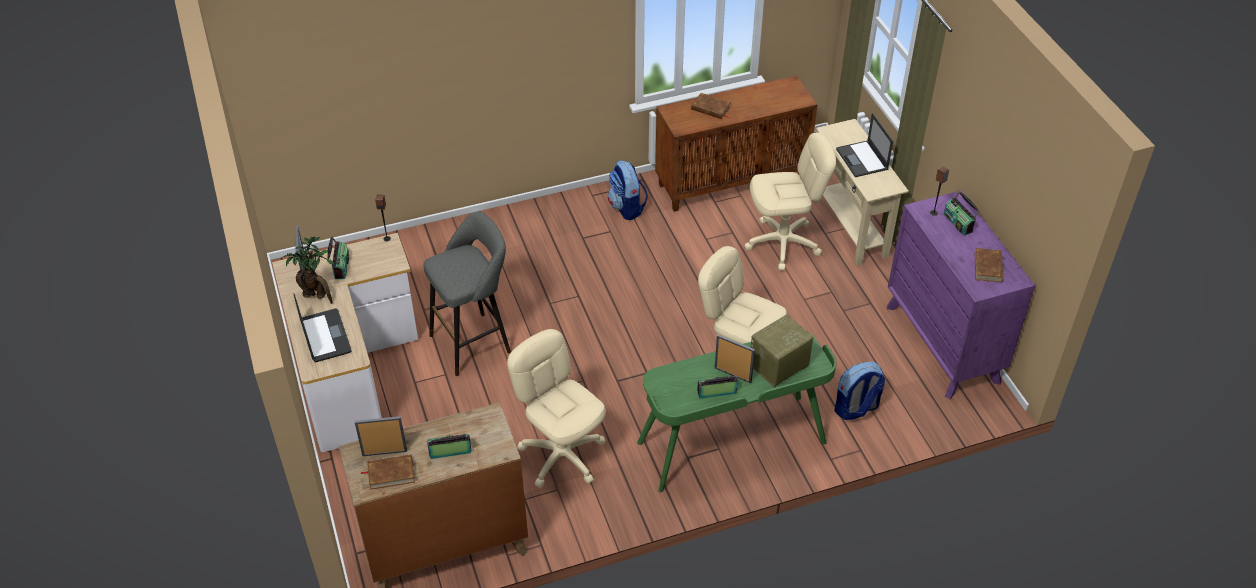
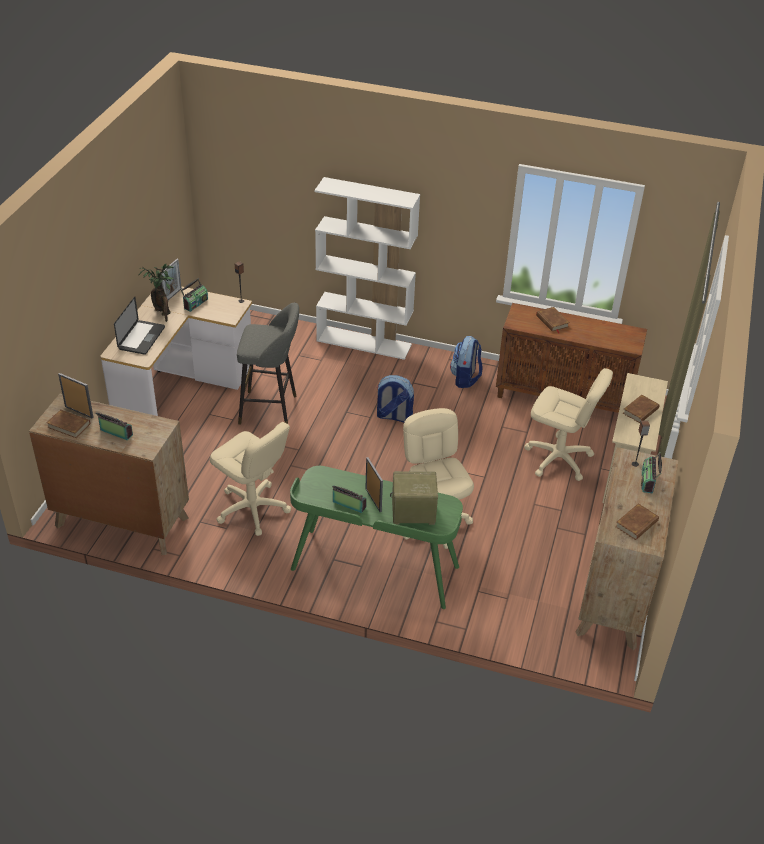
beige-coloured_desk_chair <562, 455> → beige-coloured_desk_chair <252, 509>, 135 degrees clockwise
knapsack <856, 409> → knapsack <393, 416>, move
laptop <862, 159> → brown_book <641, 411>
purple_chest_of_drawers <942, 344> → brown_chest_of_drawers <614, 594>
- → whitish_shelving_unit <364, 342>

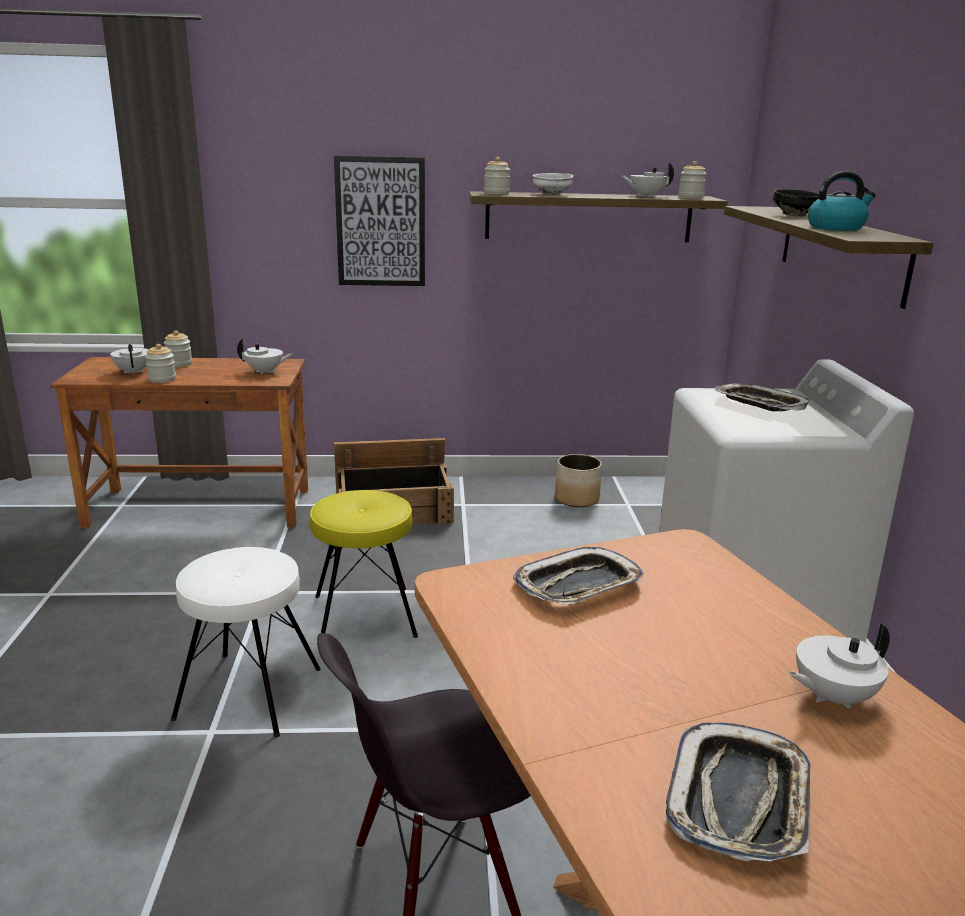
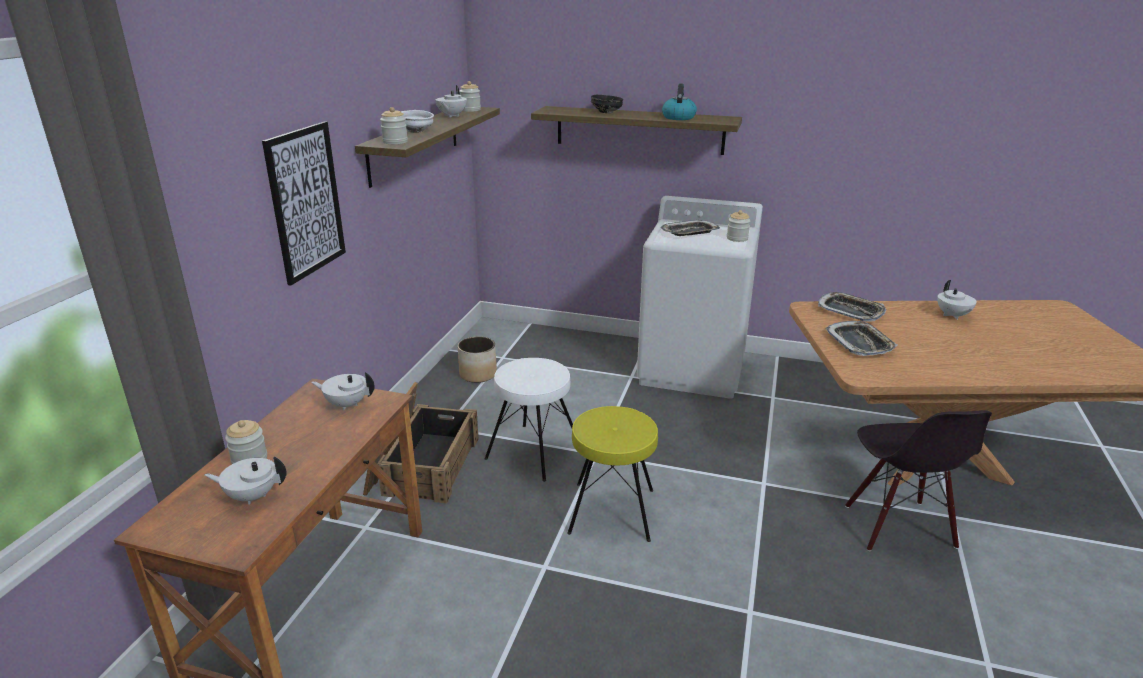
preserve_jar <162, 379> → preserve_jar <737, 238>, move
whitish_sitting_stool <249, 694> → whitish_sitting_stool <534, 451>, move
whitish_teapot <265, 372> → whitish_teapot <346, 404>, 105 degrees counterclockwise
serving_tray <739, 800> → serving_tray <850, 311>, move

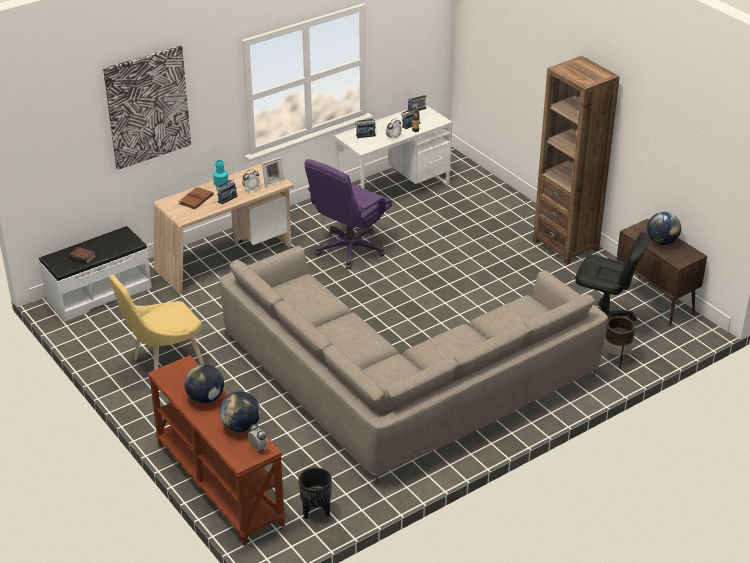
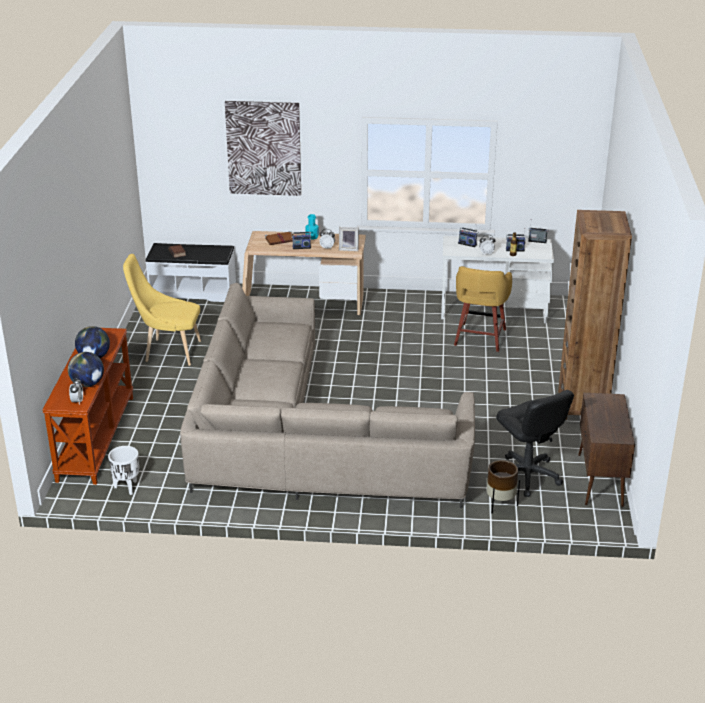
black_planter <315, 512> → whitish_planter <127, 487>
purple_desk_chair <349, 249> → -
world_globe <661, 242> → -
- → yellow_sitting_stool <479, 338>

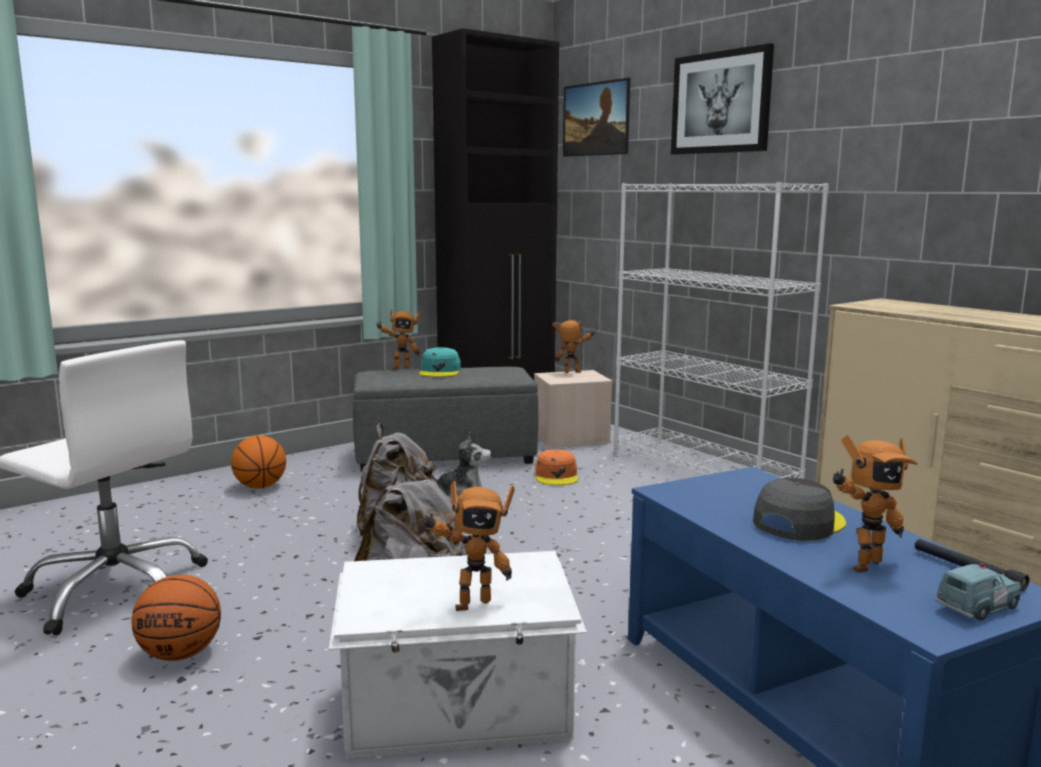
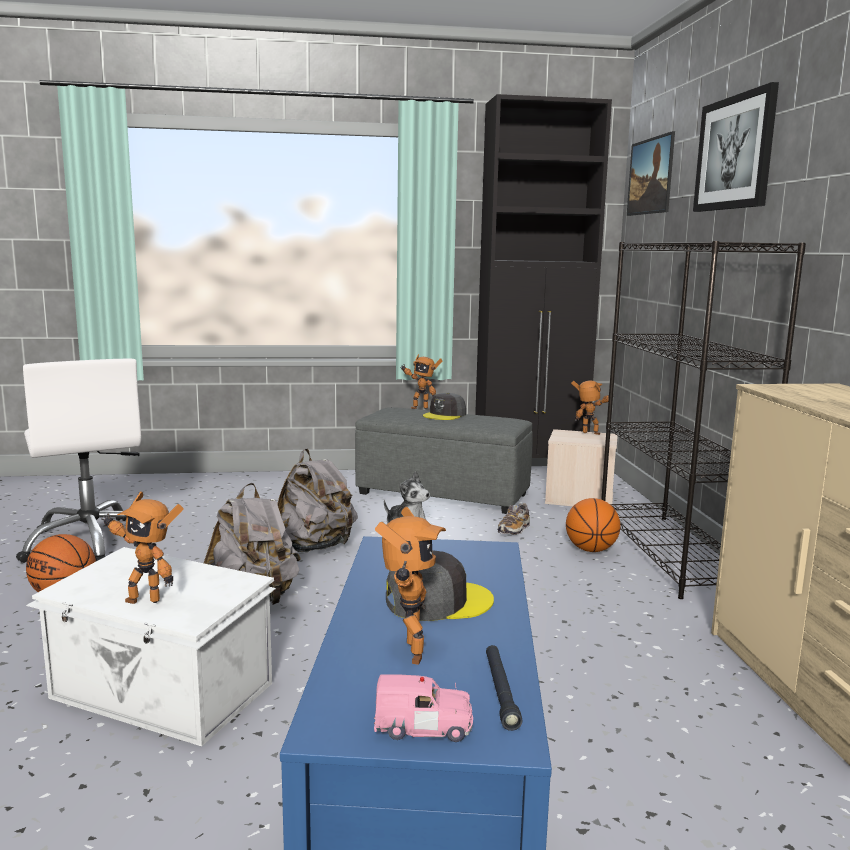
basketball <260, 486> → basketball <591, 550>, move
blue-green_cap <440, 371> → gray_cap <445, 415>
orange-coloured_cap <557, 476> → low_shoe <514, 530>
whitish_shelving_unit <704, 469> → black_shelving_unit <672, 554>
toy_robot <861, 564> → toy_robot <407, 653>, 90 degrees counterclockwise
blue_miniature_car <978, 607> → pink-coloured_miniature_car <424, 728>

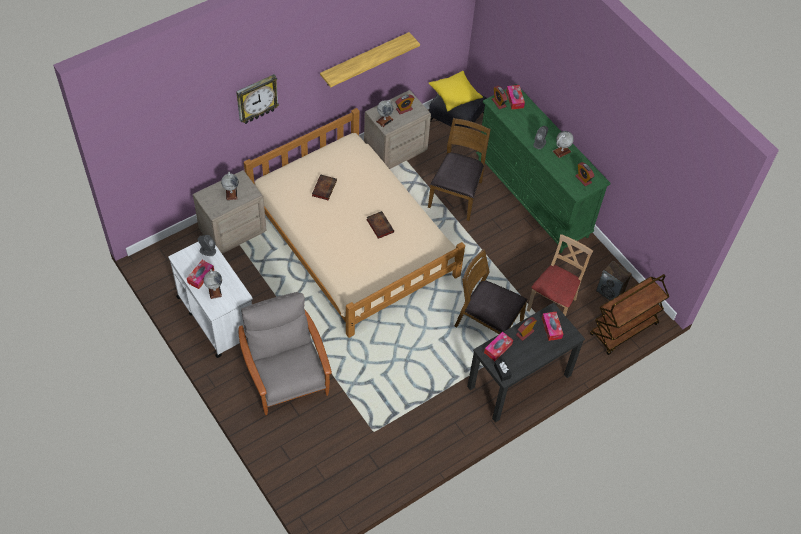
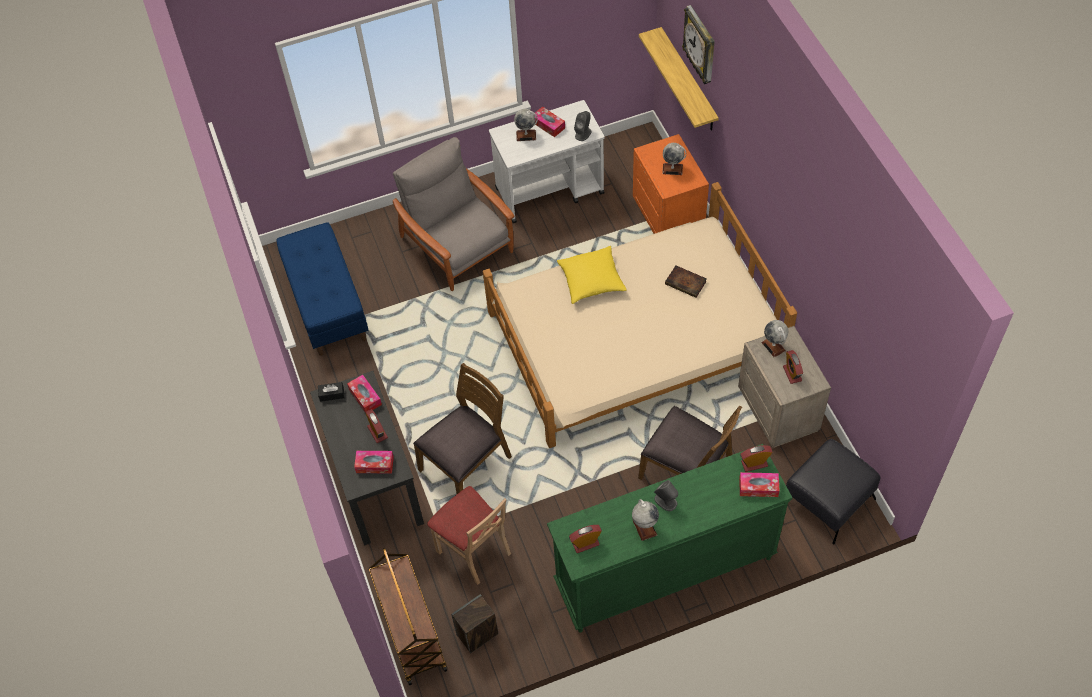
beige-coloured_night_table <232, 231> → orange-coloured_night_table <669, 216>
clock_on_the_wall <256, 99> → clock_on_the_wall <701, 46>, move
gray_lounge_chair <285, 374> → gray_lounge_chair <457, 245>, 120 degrees counterclockwise
bracket_shelf <365, 59> → bracket_shelf <688, 81>, move
book <379, 225> → -
yellow_cushion <454, 95> → yellow_cushion <591, 281>, move
- → blue_long_seat <327, 305>

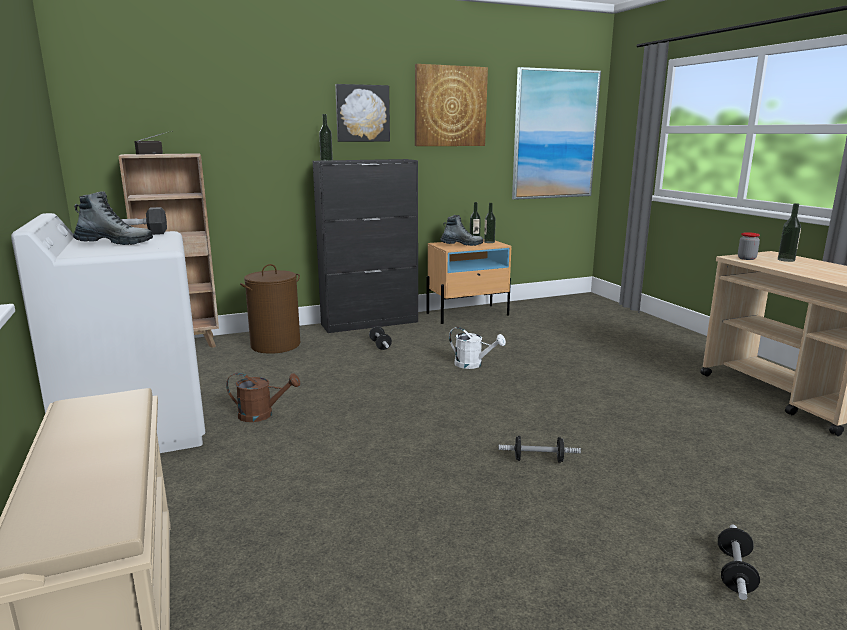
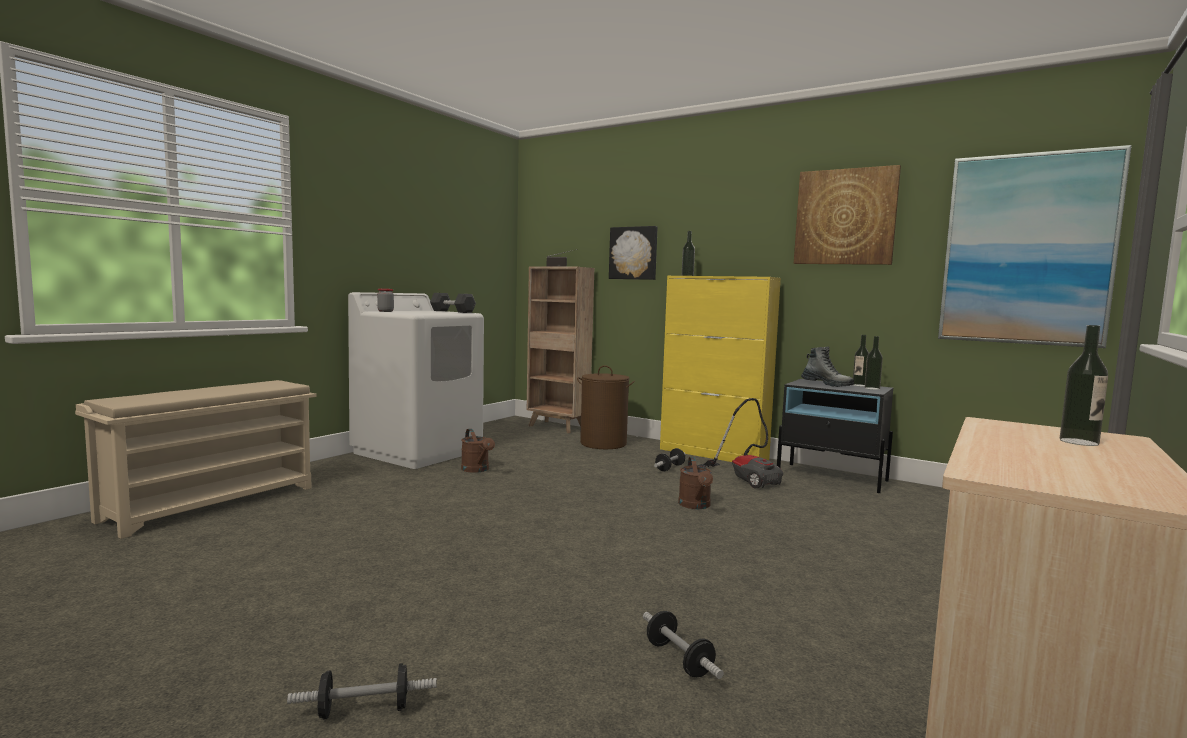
tall_boot <115, 243> → -
black_cabinet <370, 323> → yellow_cabinet <713, 454>
wall_picture <362, 113> → wall_picture <633, 253>, move
beige-coloured_night_table <468, 314> → black_night_table <832, 478>
whitish_sprinkling_can <473, 365> → brown_sprinkling_can <696, 506>
free_weight <538, 460> → free_weight <679, 659>, move
preserve_jar <746, 258> → preserve_jar <385, 311>, move
- → hoover <745, 478>

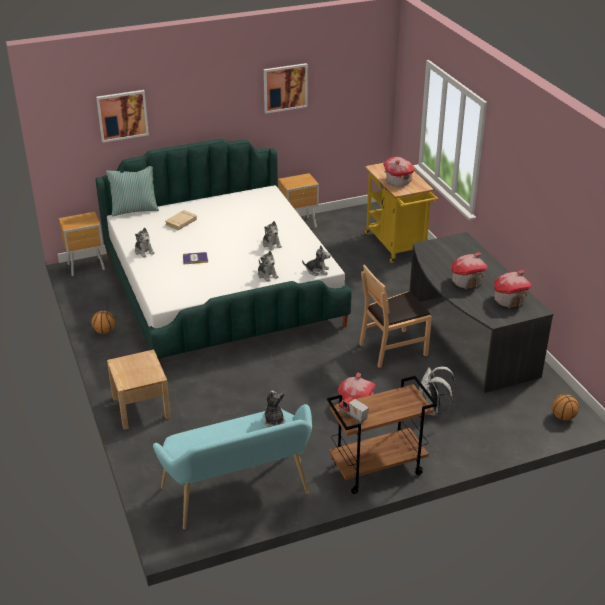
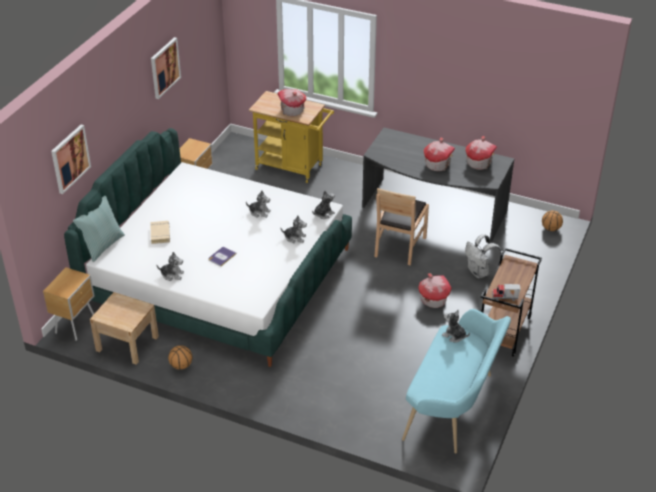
beige-coloured_night_table <141, 407> → beige-coloured_night_table <127, 343>, move

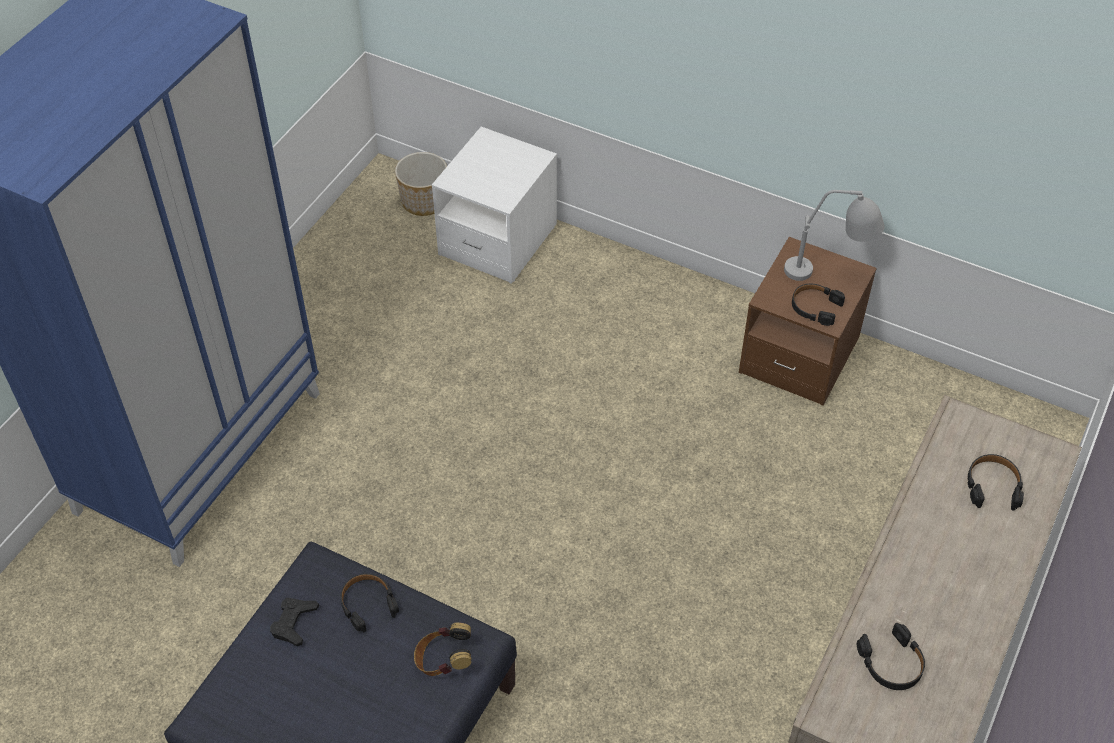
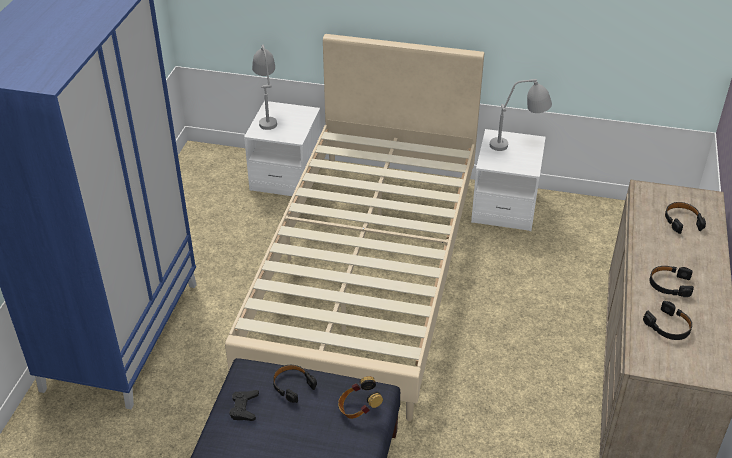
planter <424, 201> → -
brown_night_table <799, 355> → whitish_night_table <504, 207>
black_pair_of_headphones <815, 307> → black_pair_of_headphones <669, 285>, move
- → beige-coloured_bed <366, 273>
- → gray_table_lamp <267, 113>

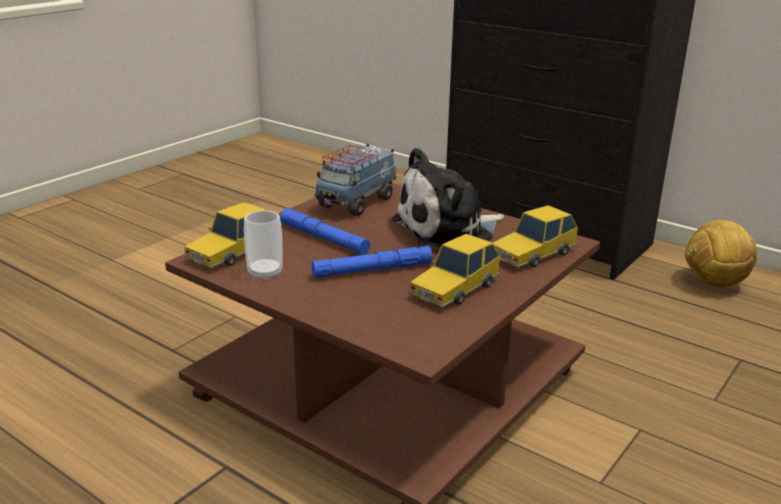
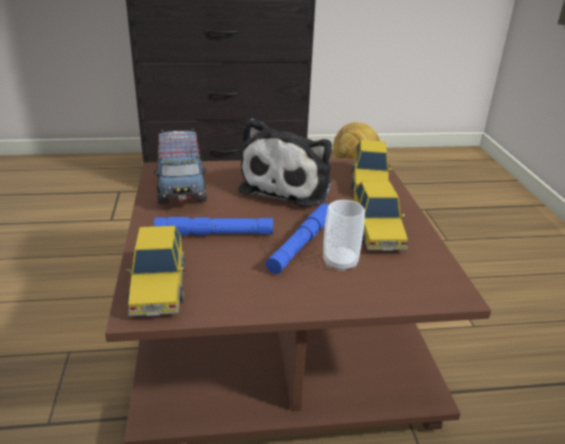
drinking_cup <265, 273> → drinking_cup <340, 262>, move

